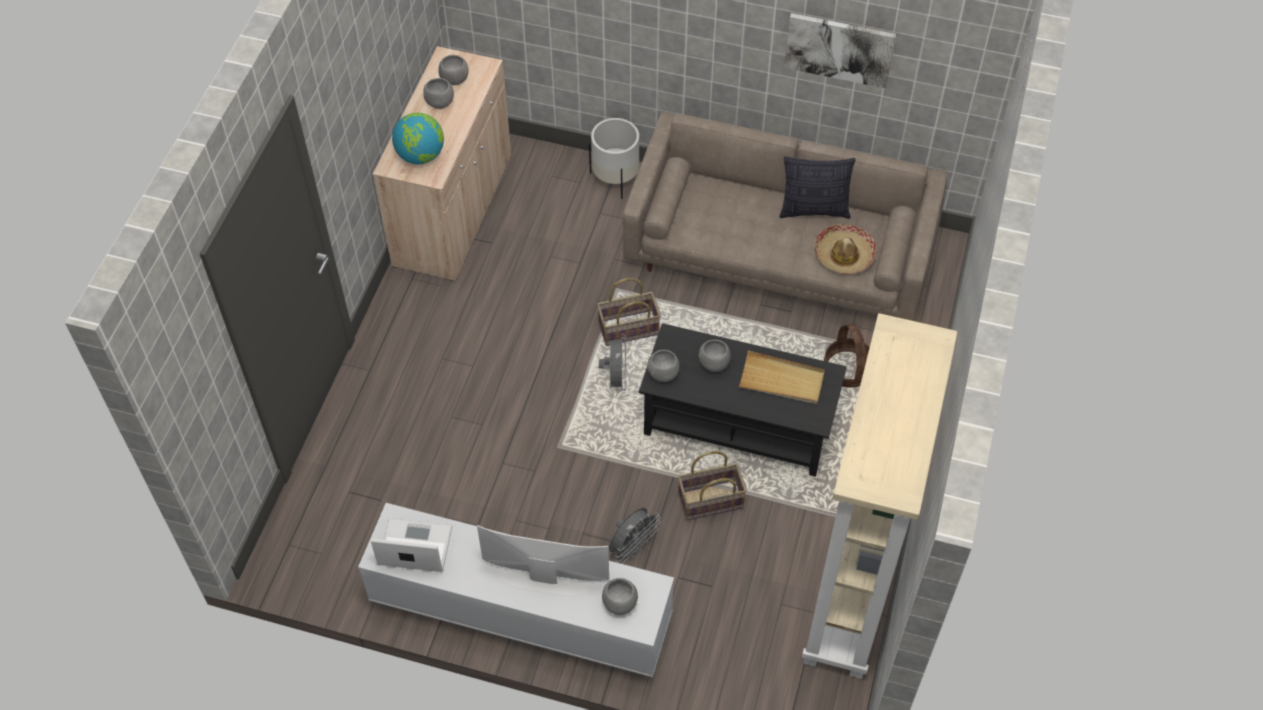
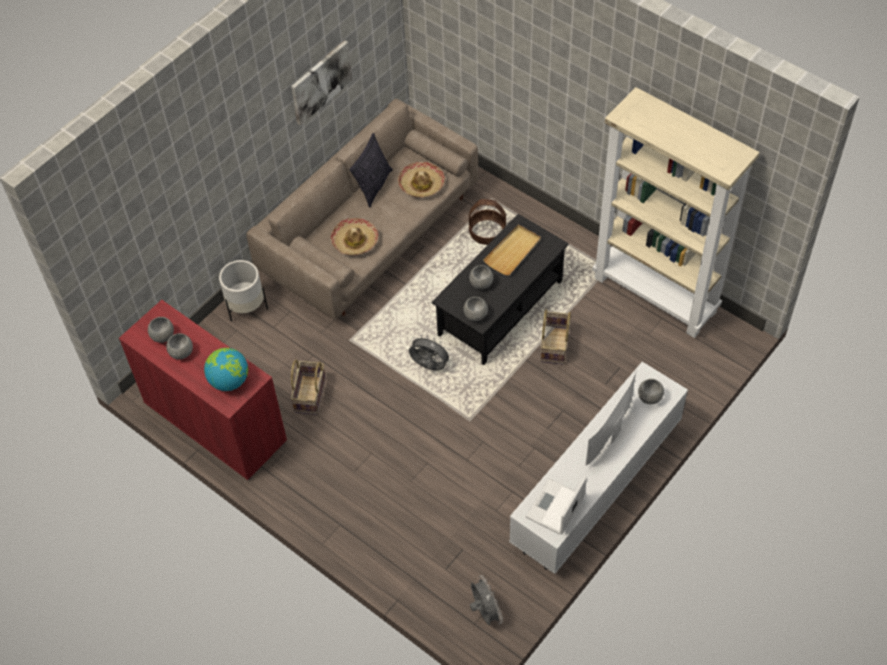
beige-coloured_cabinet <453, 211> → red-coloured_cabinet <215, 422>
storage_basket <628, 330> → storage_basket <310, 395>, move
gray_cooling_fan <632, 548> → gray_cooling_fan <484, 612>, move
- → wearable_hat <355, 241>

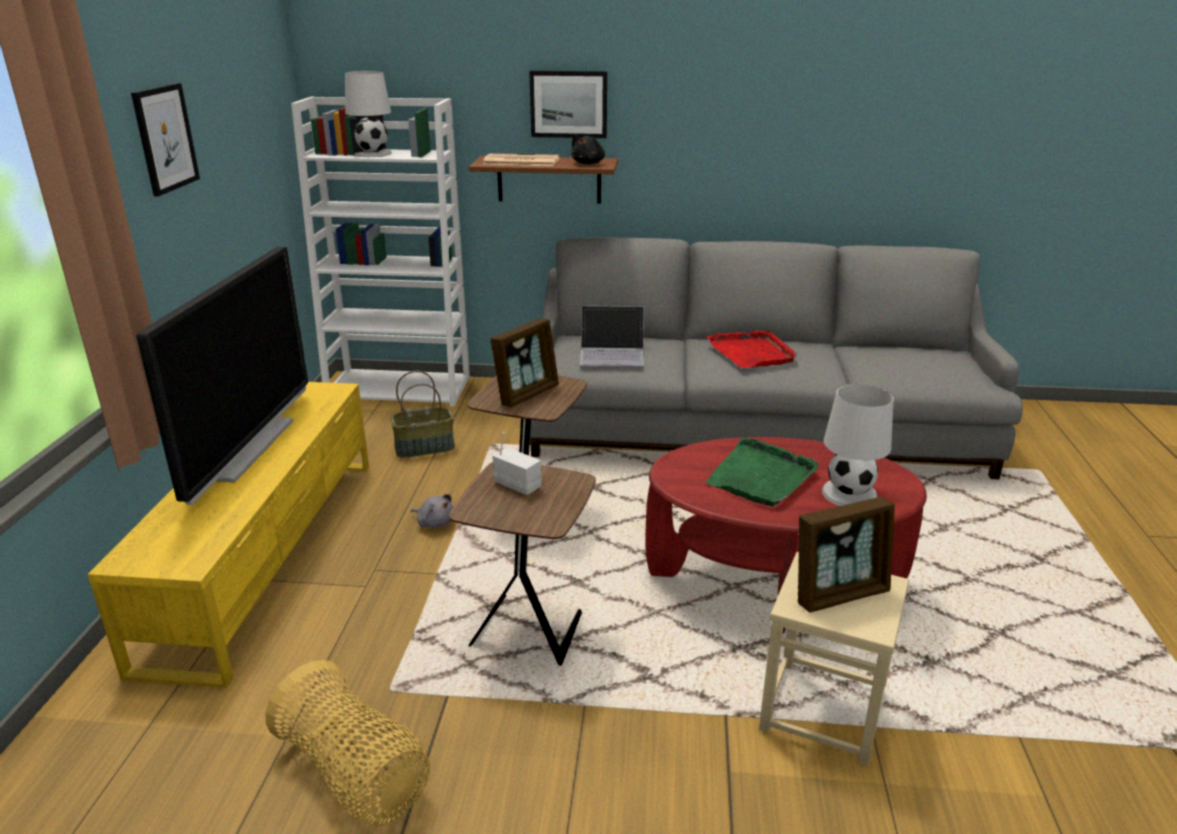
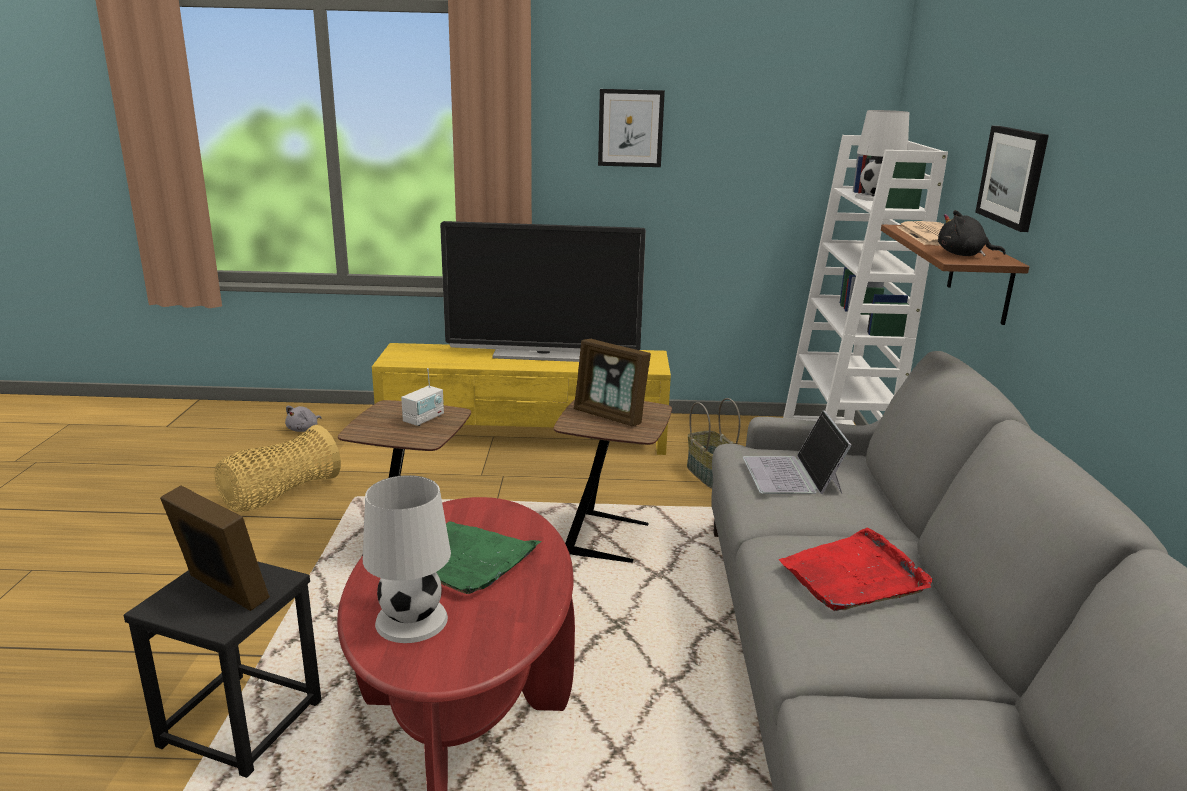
gray_cuddly_toy <435, 523> → gray_cuddly_toy <304, 429>, move
beige-coloured_sitting_stool <823, 710> → black_sitting_stool <242, 724>
picture_frame <839, 594> → picture_frame <222, 592>, 150 degrees clockwise

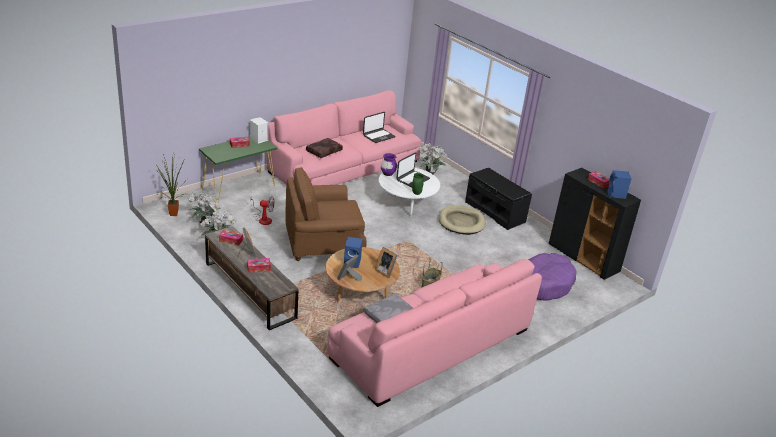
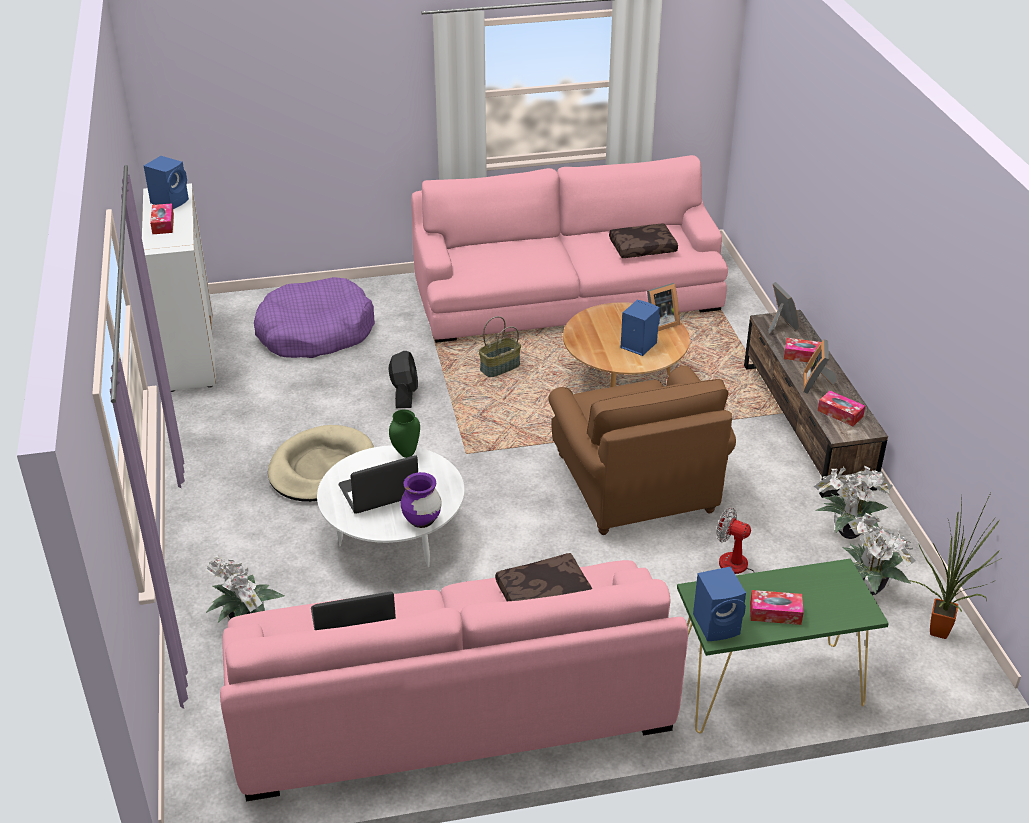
whitish_speaker <258, 139> → blue_speaker <718, 624>
brown_lounge_chair <323, 243> → brown_lounge_chair <635, 484>, 60 degrees clockwise
gray_cushion <388, 315> → brown_cushion <643, 247>
picture_frame <385, 271> → picture_frame <780, 325>, move
black_long_seat <495, 212> → -
black_cabinet <584, 258> → whitish_cabinet <190, 352>
- → black_cooling_fan <404, 394>

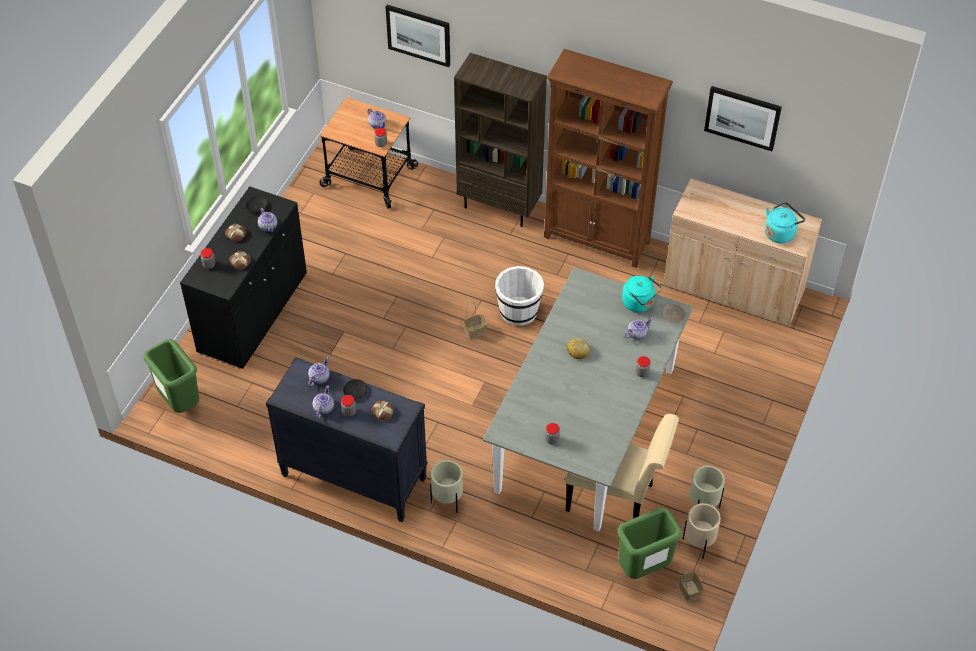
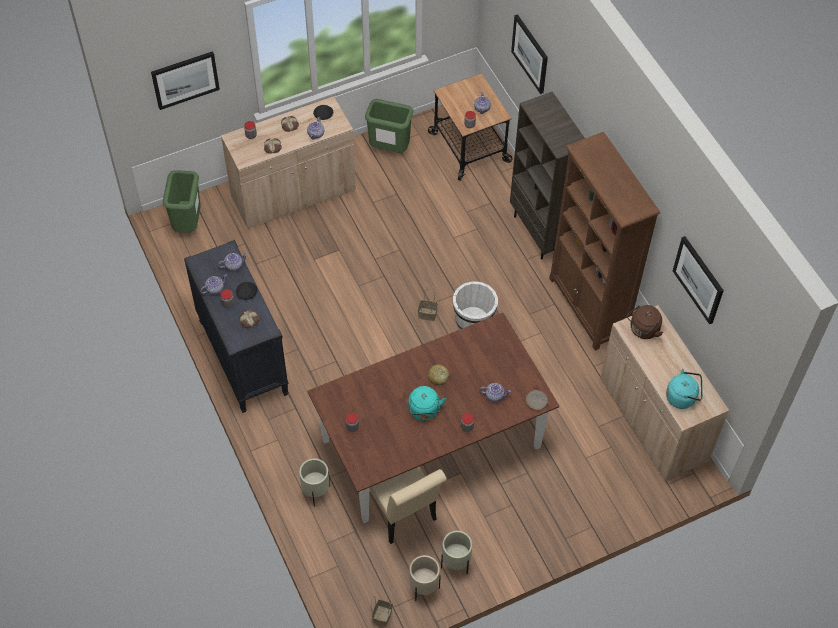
black_cabinet <253, 313> → beige-coloured_cabinet <293, 194>
beige-coloured_planter <447, 501> → beige-coloured_planter <315, 492>, move
gray_kitchen_table <586, 430> → brown_kitchen_table <431, 444>
green-coloured_waste_bin <644, 569> → green-coloured_waste_bin <389, 149>, move
blue-green_kettle <639, 303> → blue-green_kettle <424, 411>, move
- → wall_picture <185, 79>
- → brown_kettle <643, 330>

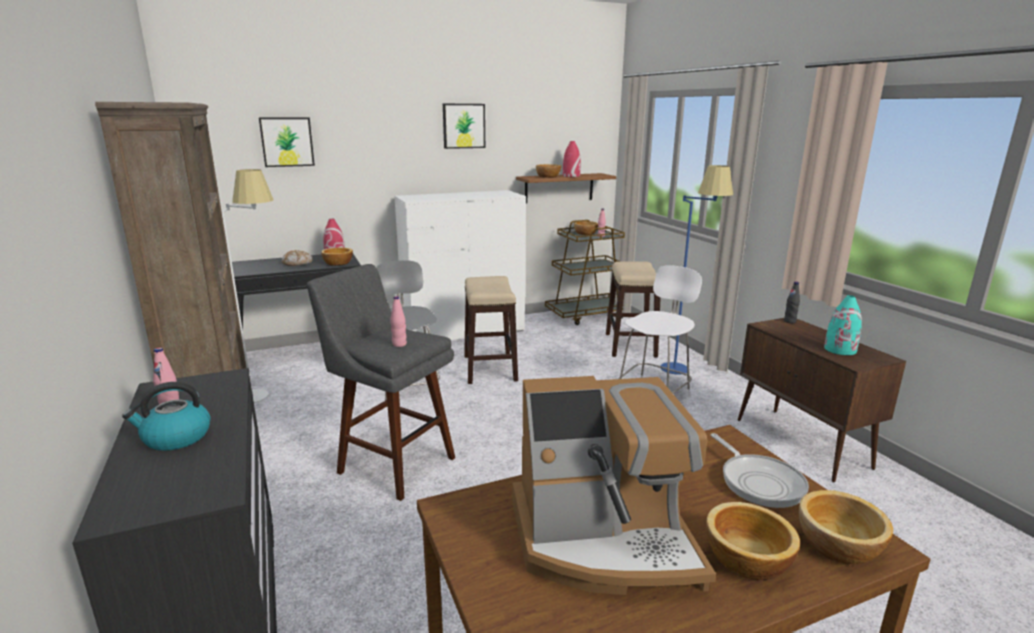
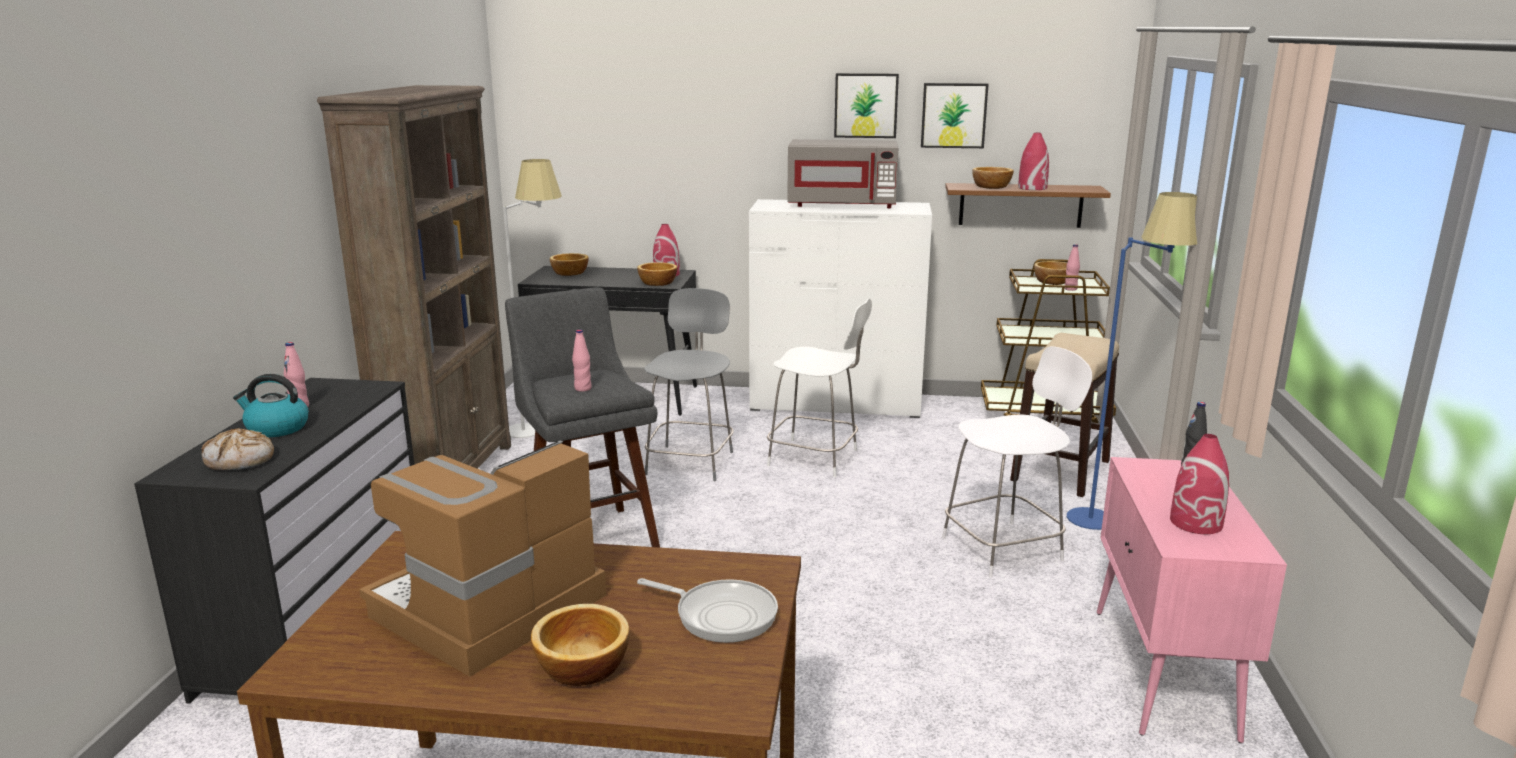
wall_picture <287, 142> → wall_picture <953, 115>, move
bakery_bread <297, 263> → bakery_bread <240, 460>, move
sitting_stool <490, 368> → whitish_chair <816, 458>
coffee_brewer <604, 540> → coffee_brewer <487, 609>, 105 degrees clockwise
frying_pan <759, 482> → frying_pan <721, 615>, 75 degrees counterclockwise
brown_cabinet <802, 444> → pink-coloured_cabinet <1163, 673>
serving_bowl <839, 546> → serving_bowl <569, 273>, move
blue-green_decorative_vase <840, 349> → red-coloured_decorative_vase <1196, 523>
- → gray_microwave_oven <842, 205>

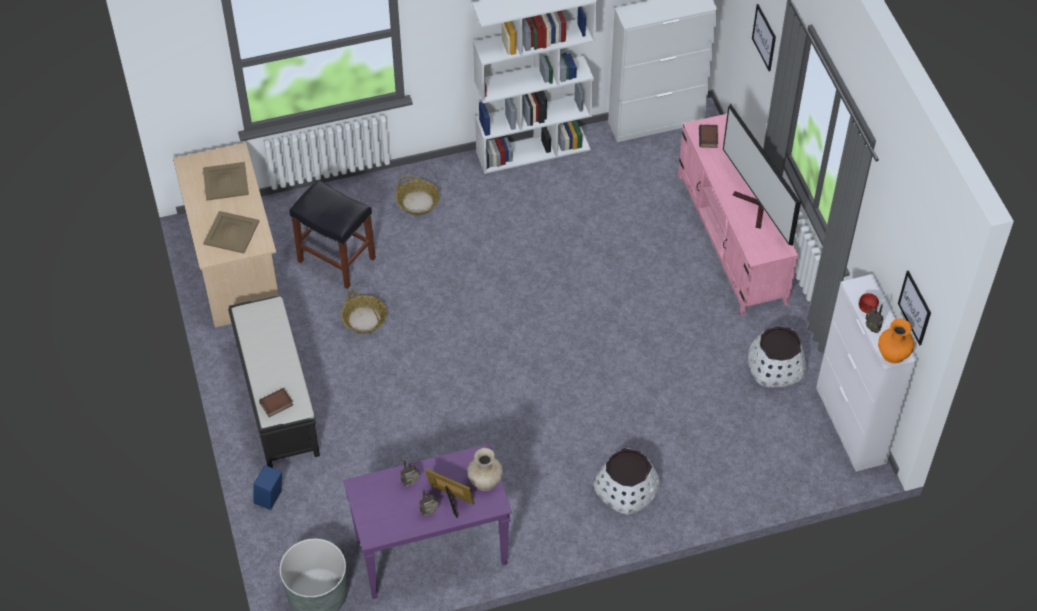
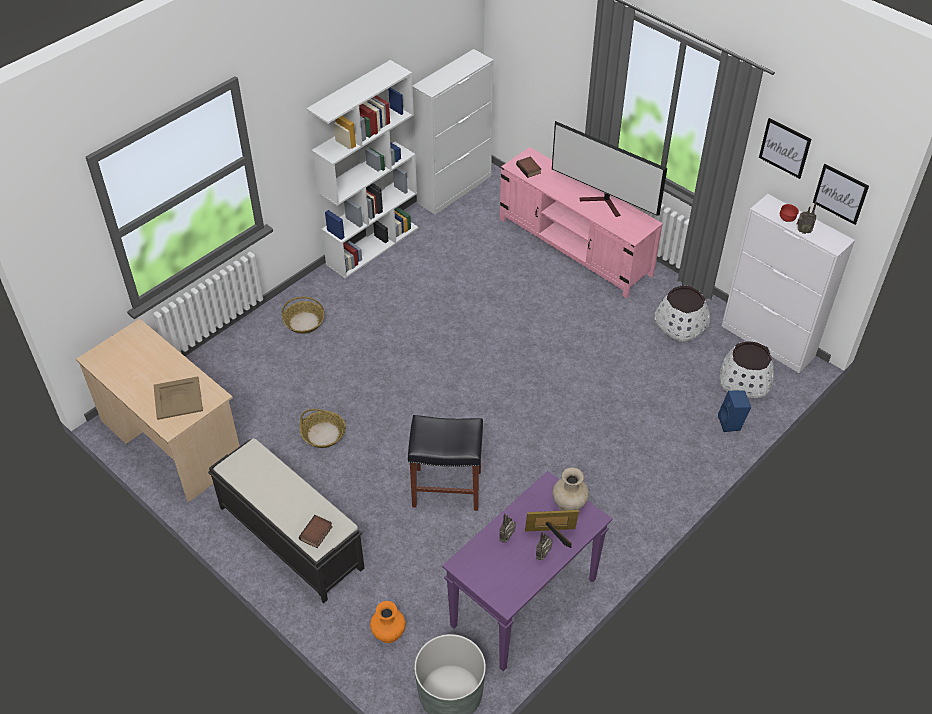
beige-coloured_serving_tray <226, 181> → -
blue_speaker <270, 499> → blue_speaker <731, 423>, move
black_sitting_stool <337, 260> → black_sitting_stool <448, 488>, move
whitish_planter <626, 489> → whitish_planter <744, 380>, move
wall_picture <764, 37> → wall_picture <785, 148>, move
orange-coloured_decorative_vase <893, 354> → orange-coloured_decorative_vase <388, 633>, move

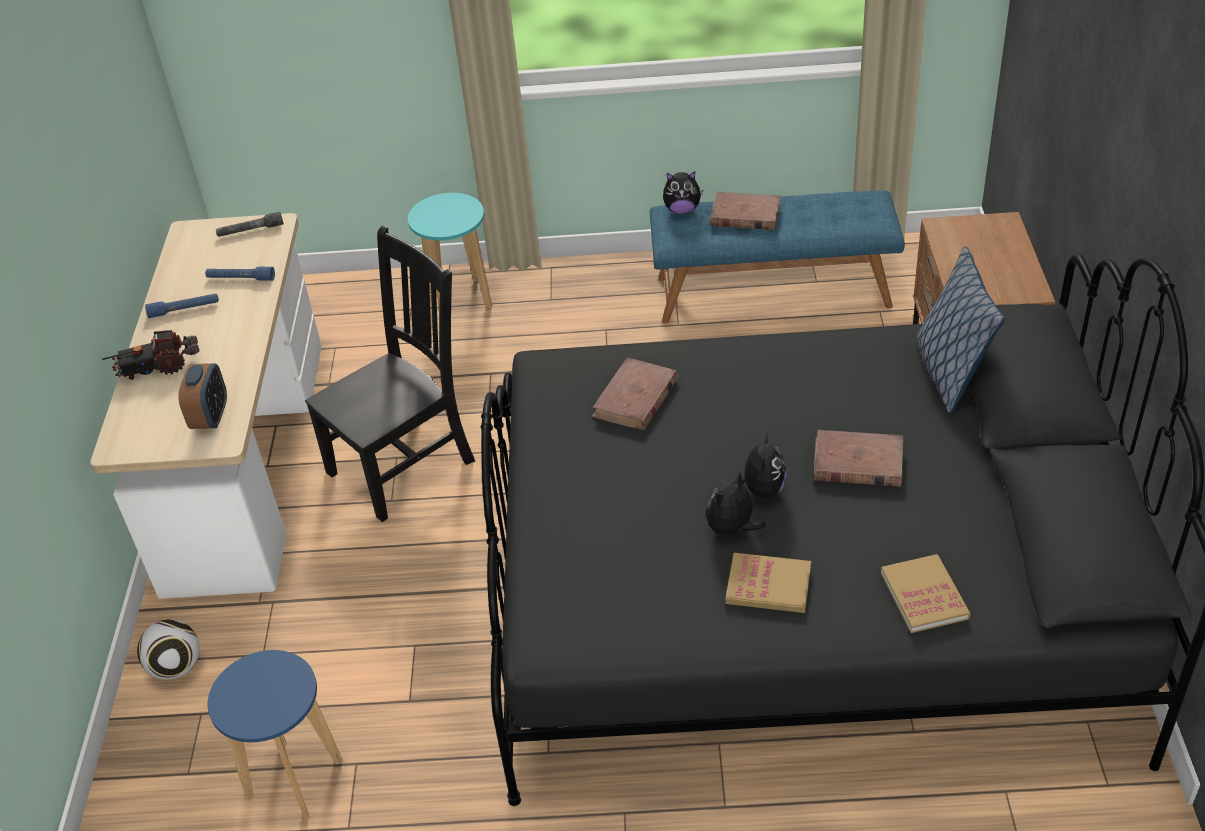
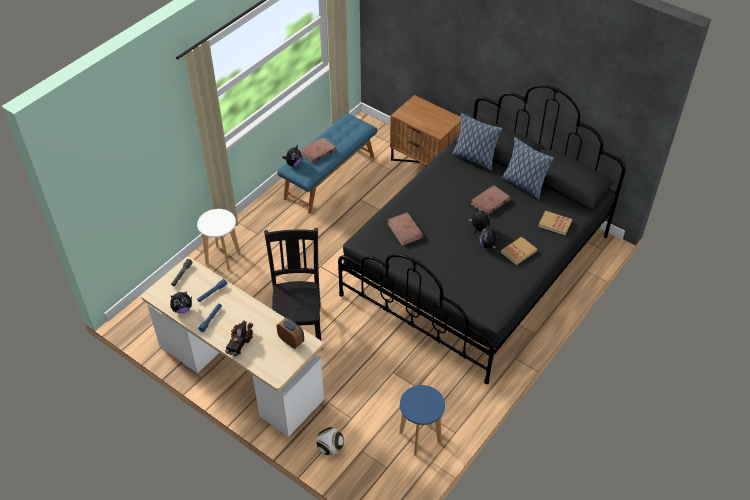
blue-green_sitting_stool <460, 300> → whitish_sitting_stool <223, 258>
- → cuddly_toy <182, 309>
- → cushion <523, 185>

